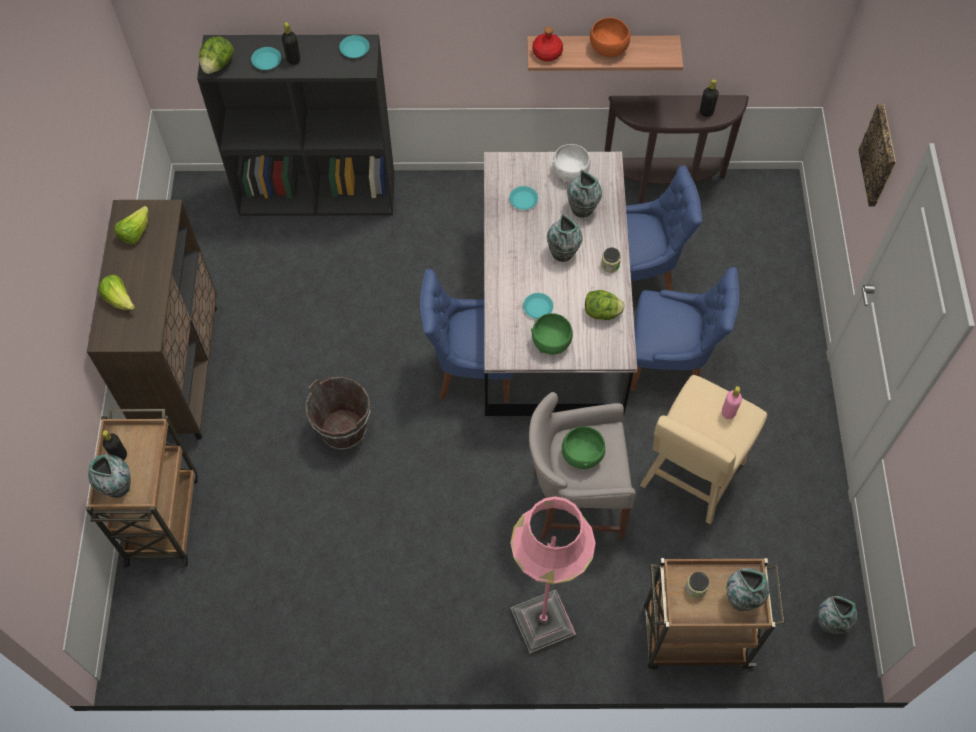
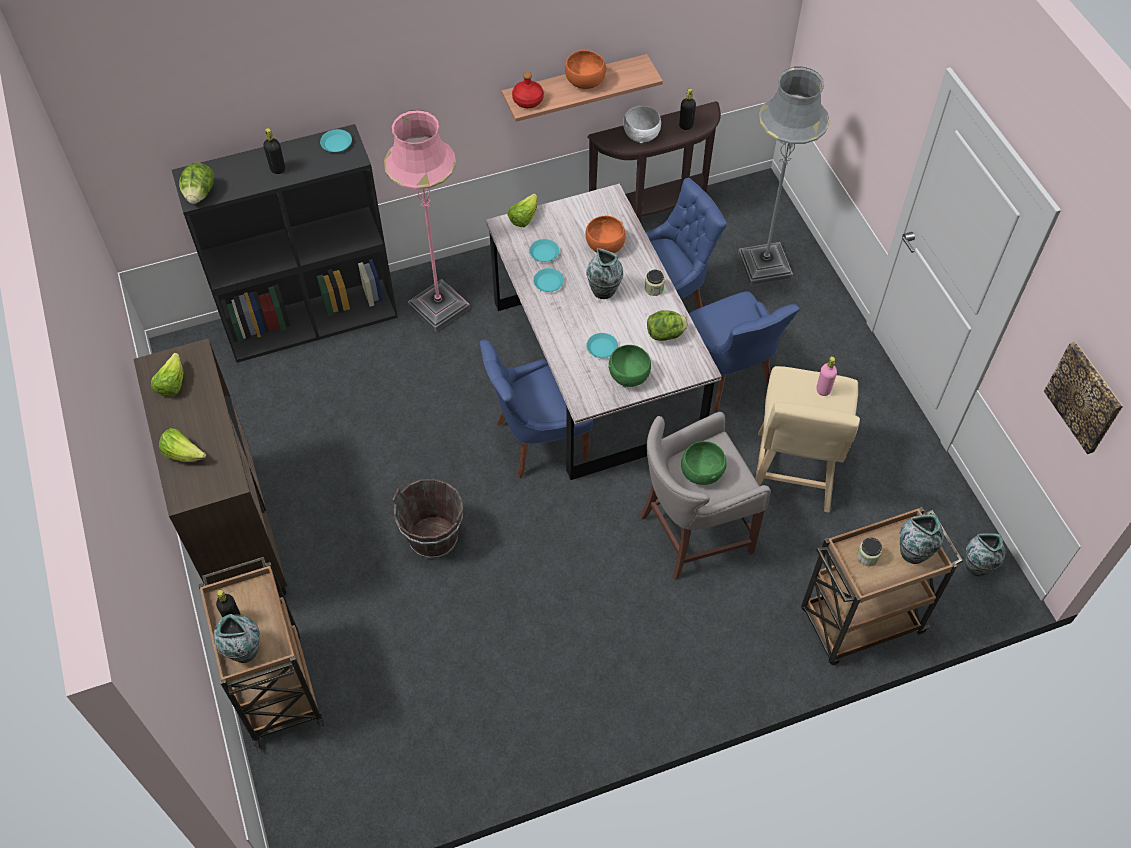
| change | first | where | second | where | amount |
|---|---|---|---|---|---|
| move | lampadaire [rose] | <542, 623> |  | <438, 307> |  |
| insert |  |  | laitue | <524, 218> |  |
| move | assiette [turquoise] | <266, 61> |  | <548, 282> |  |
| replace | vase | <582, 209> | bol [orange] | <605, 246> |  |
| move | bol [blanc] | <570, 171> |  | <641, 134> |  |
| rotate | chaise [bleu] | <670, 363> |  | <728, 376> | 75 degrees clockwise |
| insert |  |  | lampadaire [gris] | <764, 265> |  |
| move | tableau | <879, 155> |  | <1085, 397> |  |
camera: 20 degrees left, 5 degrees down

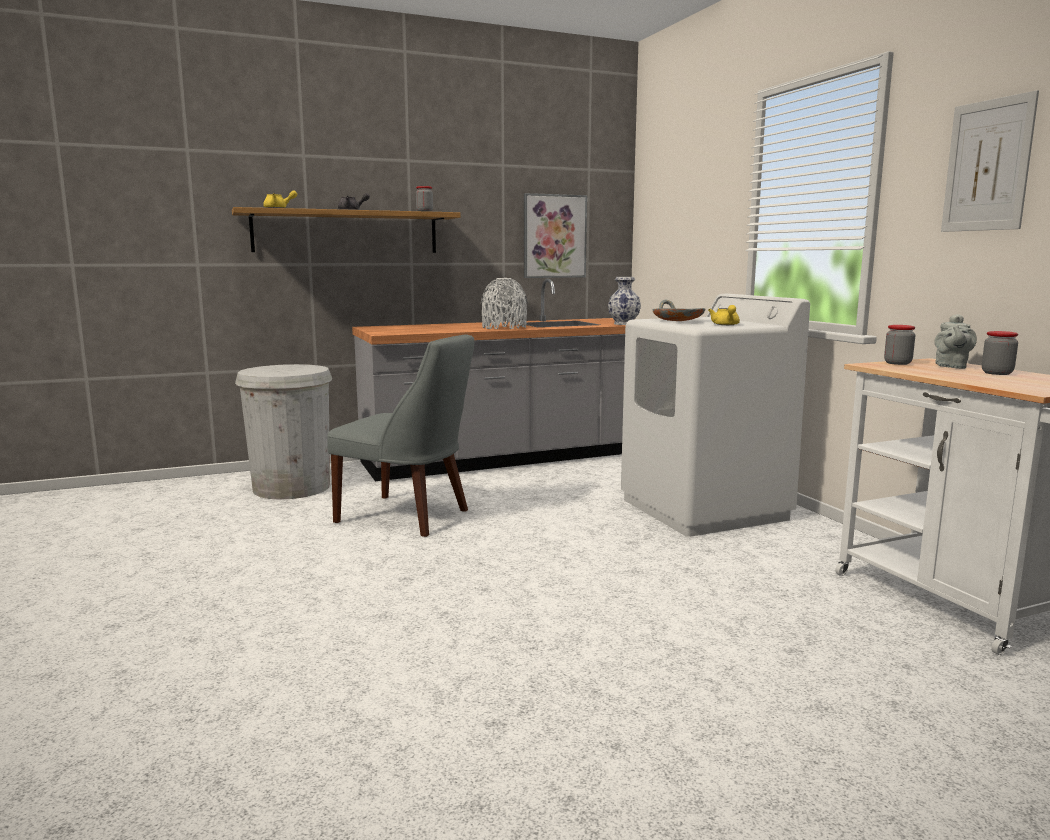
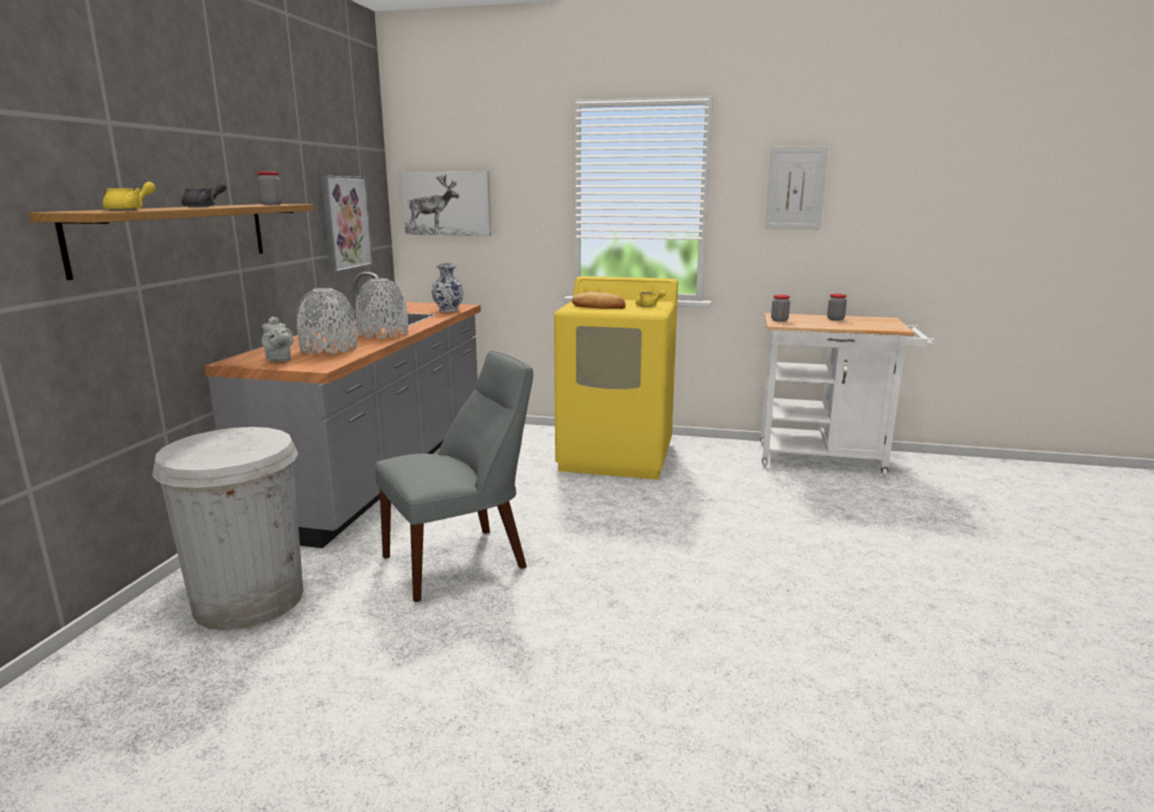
| change | first | where | second | where | amount |
|---|---|---|---|---|---|
| move | théière [gris] | <951, 366> |  | <279, 360> |  |
| insert |  |  | vase [gris] | <329, 349> |  |
| insert |  |  | tableau | <447, 203> |  |
| recolor | lave-linge [blanc] | <704, 509> | lave-linge [jaune] | <616, 456> |  |
| replace | bol [gris] | <677, 321> | pain | <598, 306> |  |
camera: 55 degrees left, 5 degrees up

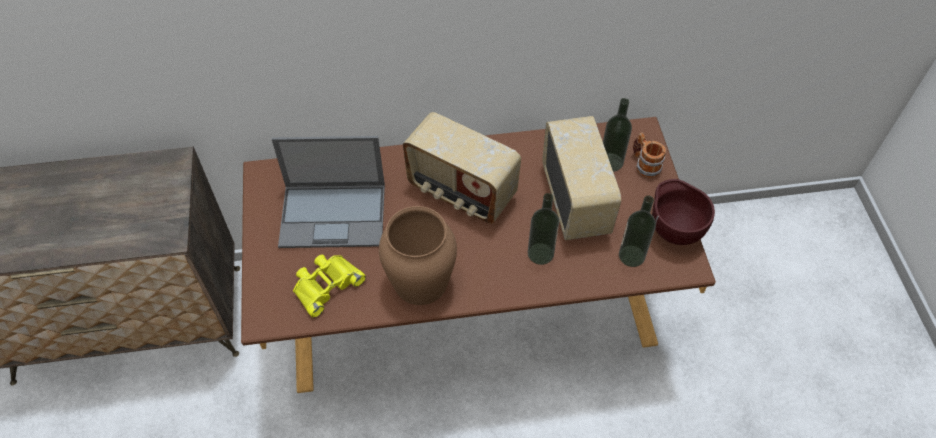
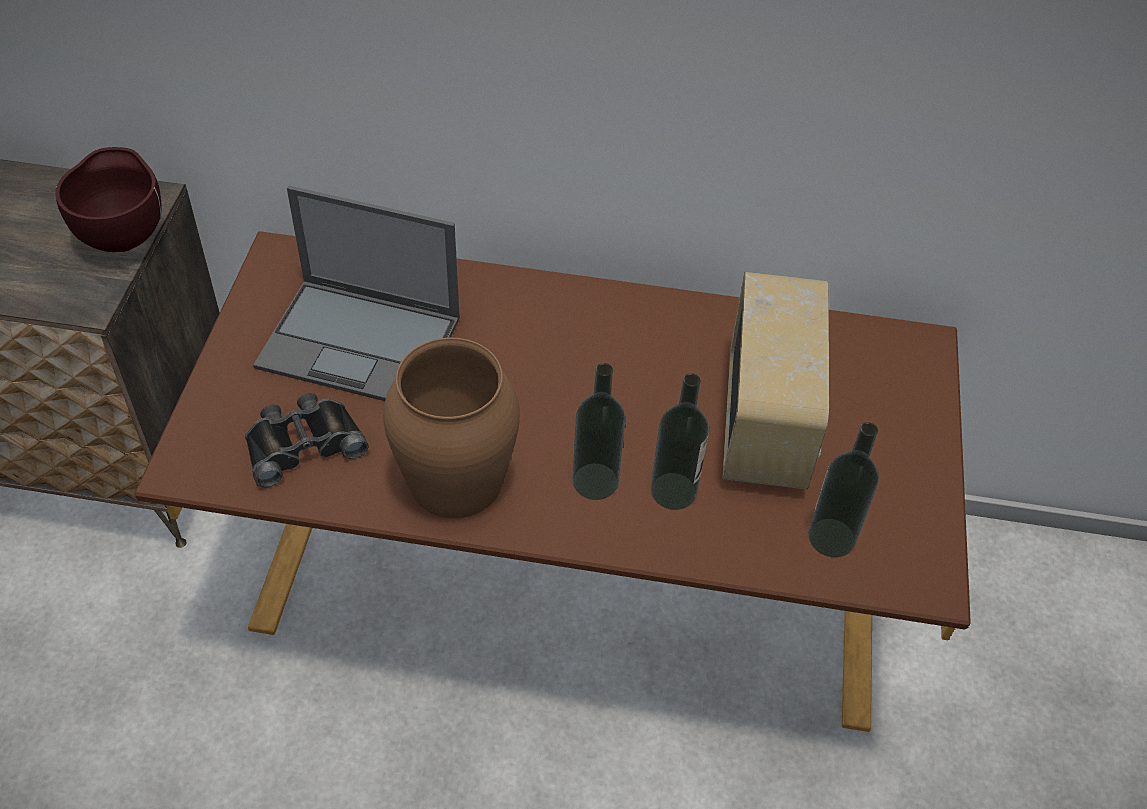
| change | first | where | second | where | amount |
|---|---|---|---|---|---|
| move | bol [marron] | <673, 230> |  | <124, 237> |  |
| recolor | jumelles [jaune] | <326, 285> | jumelles [noir] | <302, 443> |  |
| move | bouteille | <611, 162> |  | <595, 481> |  |
| delete | radio | <461, 192> |  |  |  |
| delete | mug | <644, 164> |  |  |  |
camera: 15 degrees right, 5 degrees down

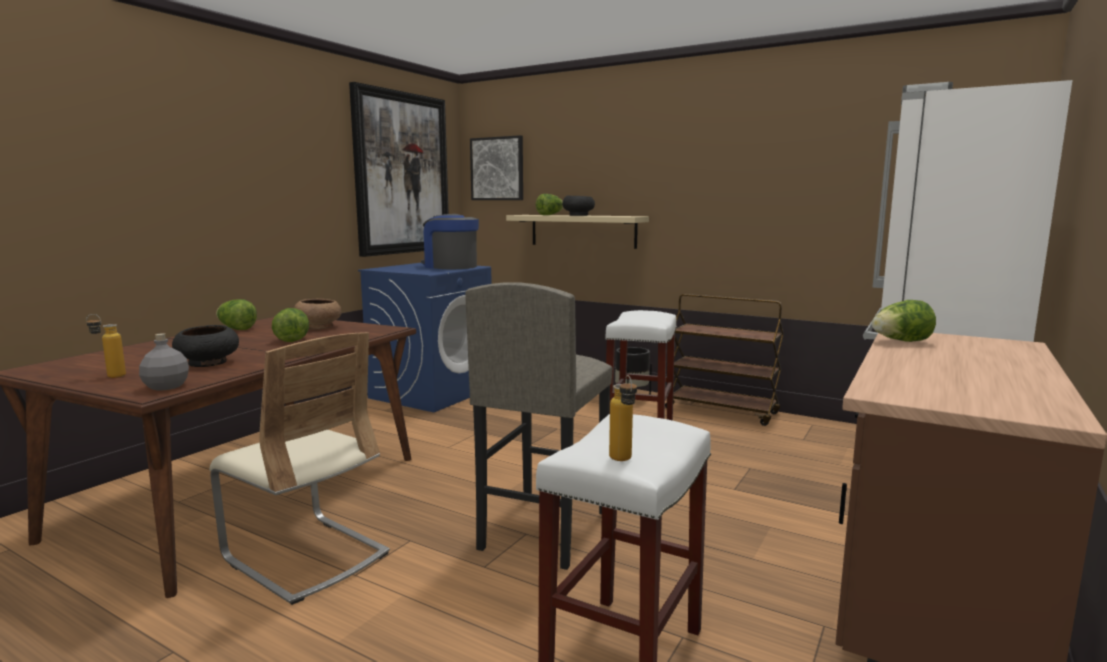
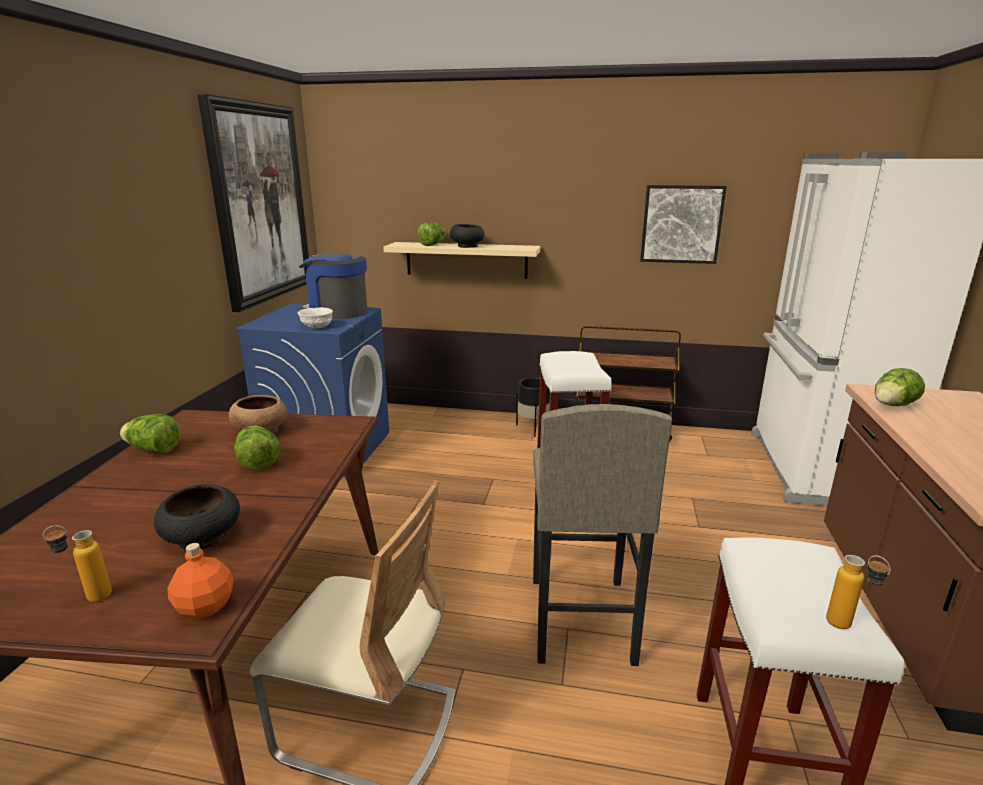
| change | first | where | second | where | amount |
|---|---|---|---|---|---|
| recolor | bouteille [gris] | <167, 387> | bouteille [orange] | <205, 606> |  |
| insert |  |  | bol [blanc] | <316, 327> |  |
| move | tableau | <497, 169> |  | <681, 224> |  |
camera: 20 degrees left, 10 degrees up

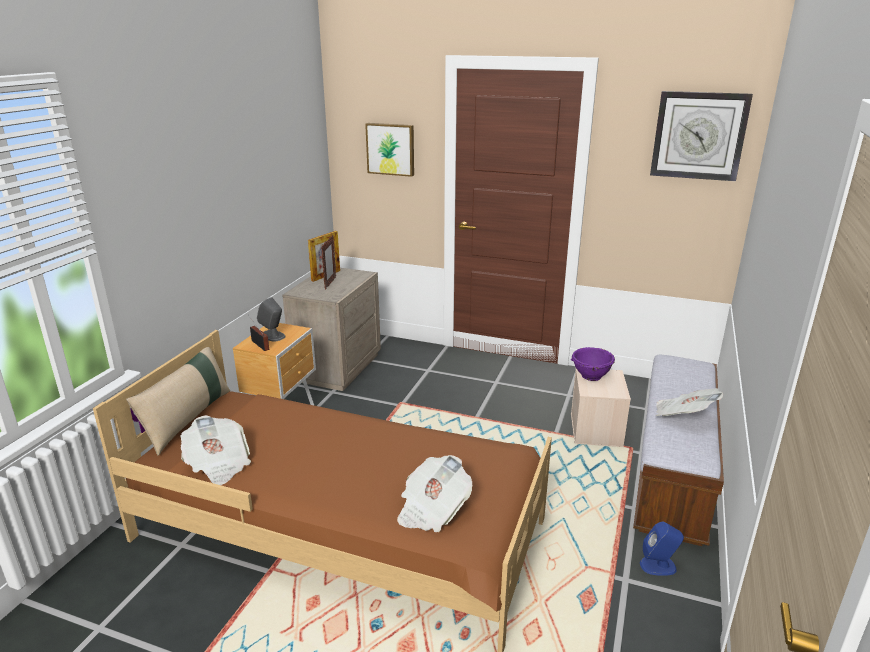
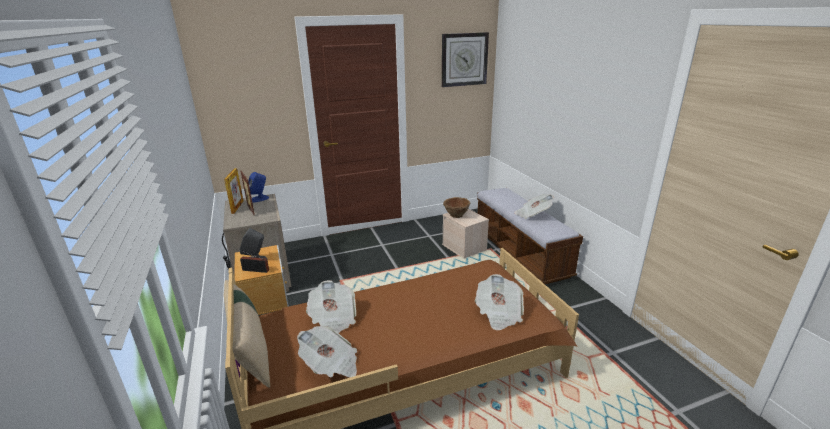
| change | first | where | second | where | amount |
|---|---|---|---|---|---|
| move | enceinte [bleu] | <658, 566> |  | <259, 199> |  |
| insert |  |  | journal | <333, 319> |  |
| recolor | bol [violet] | <590, 376> | bol [marron] | <456, 215> |  |
| delete | tableau | <391, 149> |  |  |  |
camera: 40 degrees left, 0 degrees up

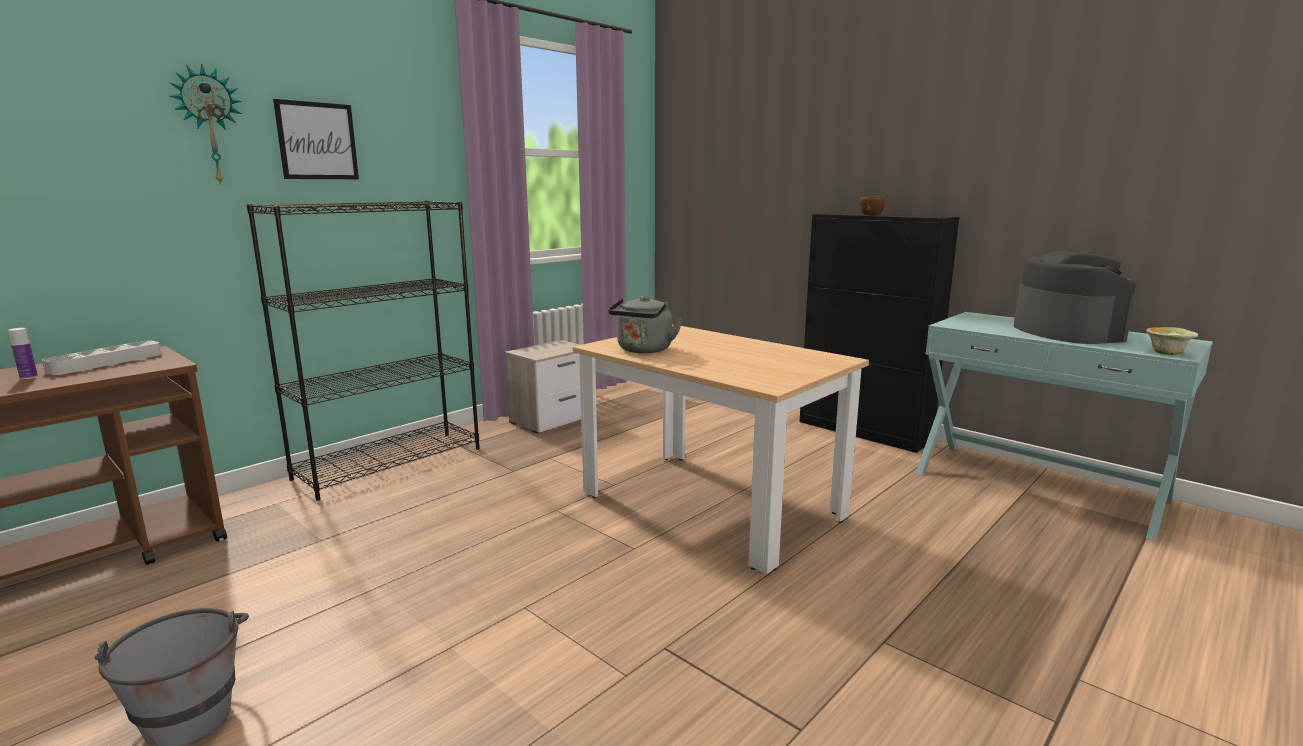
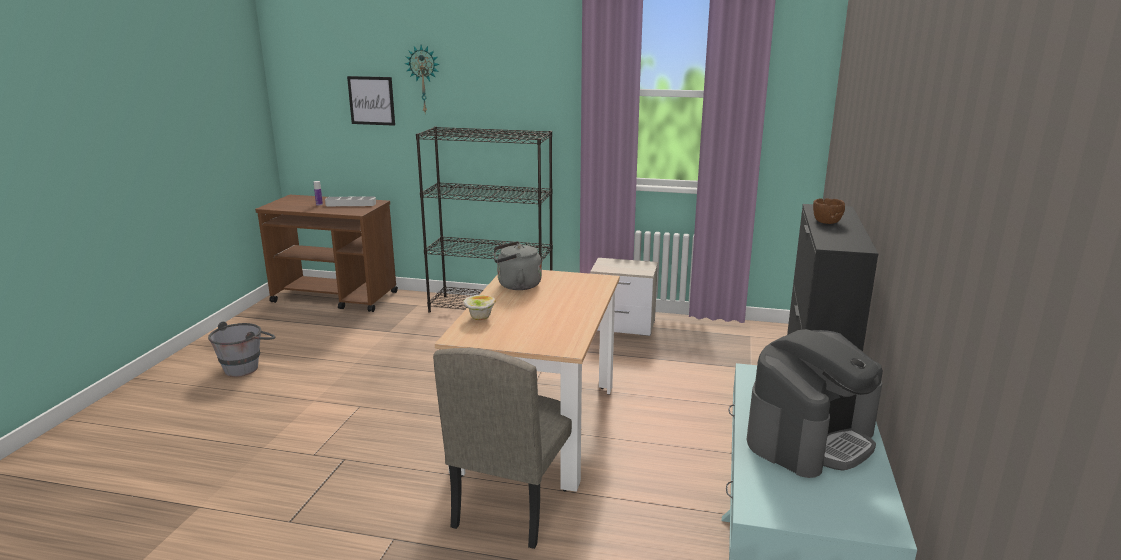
| change | first | where | second | where | amount |
|---|---|---|---|---|---|
| move | tableau | <317, 141> |  | <371, 100> |  |
| insert |  |  | chaise [beige] | <513, 503> |  |
| move | bol | <1167, 353> |  | <479, 318> |  |
camera: 60 degrees right, 5 degrees up

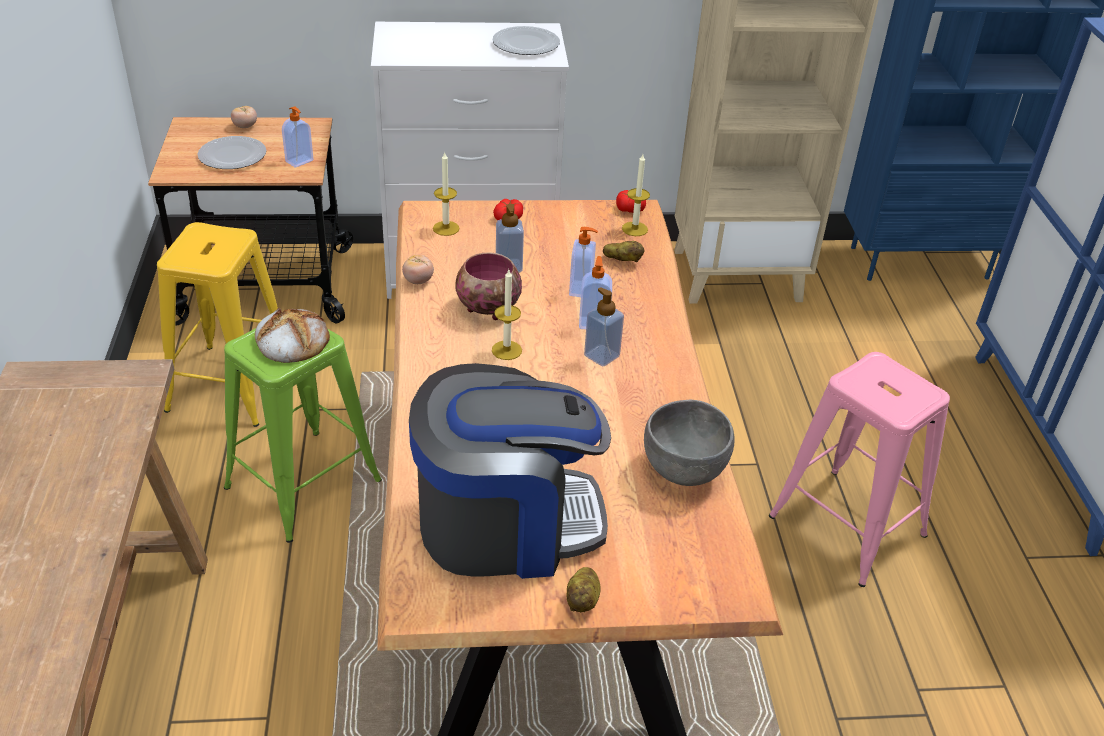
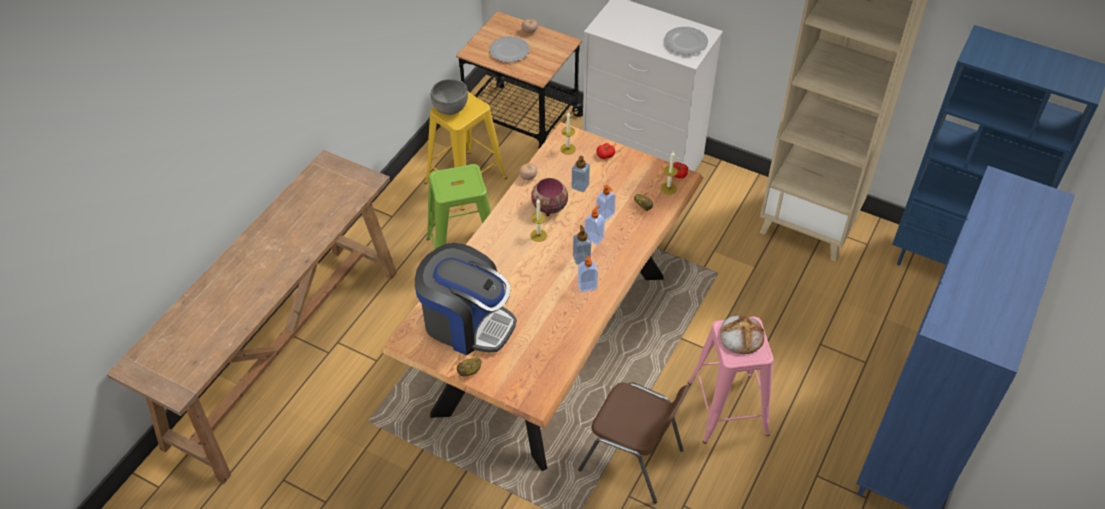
| change | first | where | second | where | amount |
|---|---|---|---|---|---|
| move | bol [gris] | <683, 470> |  | <450, 109> |  |
| move | distributeur de savon | <300, 161> |  | <587, 287> |  |
| insert |  |  | chaise [marron] | <632, 460> |  |
| move | pain | <291, 340> |  | <741, 336> |  |
camera: 35 degrees right, 10 degrees up

